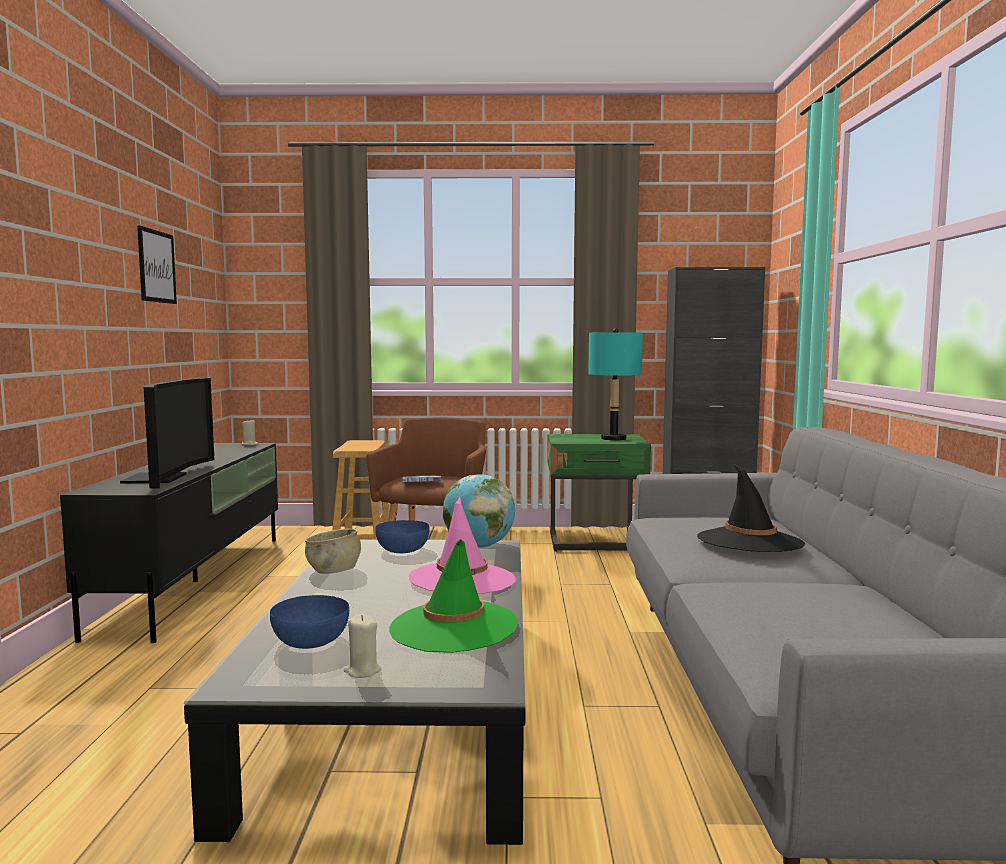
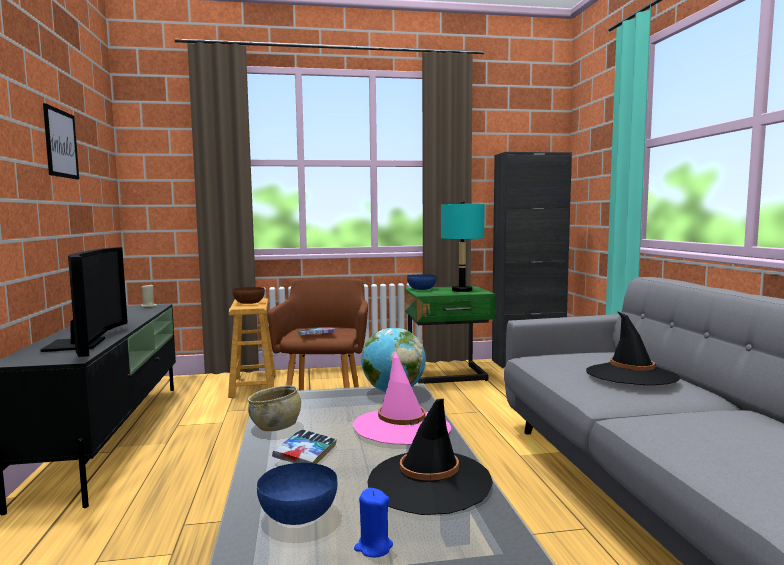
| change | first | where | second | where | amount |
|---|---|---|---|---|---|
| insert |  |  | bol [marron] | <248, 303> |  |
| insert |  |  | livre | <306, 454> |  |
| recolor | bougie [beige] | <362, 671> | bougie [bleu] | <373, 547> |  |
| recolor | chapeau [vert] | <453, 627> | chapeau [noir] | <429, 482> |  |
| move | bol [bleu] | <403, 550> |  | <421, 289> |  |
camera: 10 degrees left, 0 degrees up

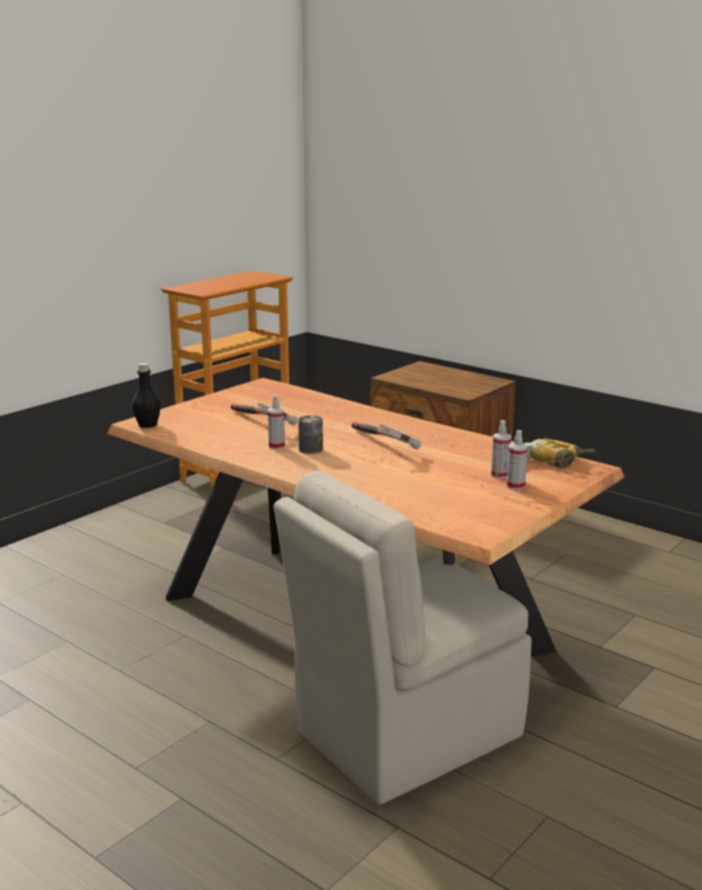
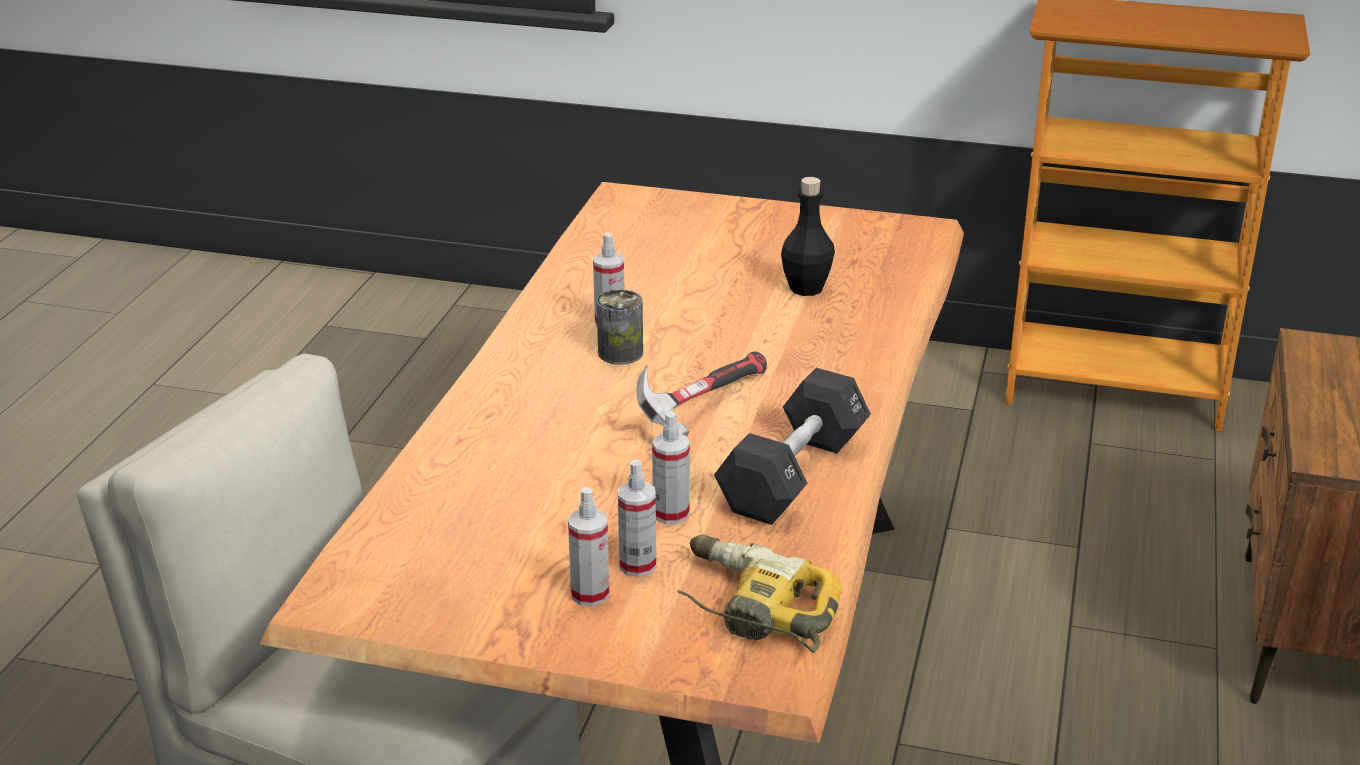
| change | first | where | second | where | amount |
|---|---|---|---|---|---|
| insert |  |  | vaporisateur | <671, 514> |  |
| insert |  |  | haltère [noir] | <793, 474> |  |
| move | bouteille [noir] | <147, 424> |  | <806, 288> |  |
| delete | marteau | <260, 423> |  |  |  |
camera: 65 degrees right, 10 degrees up

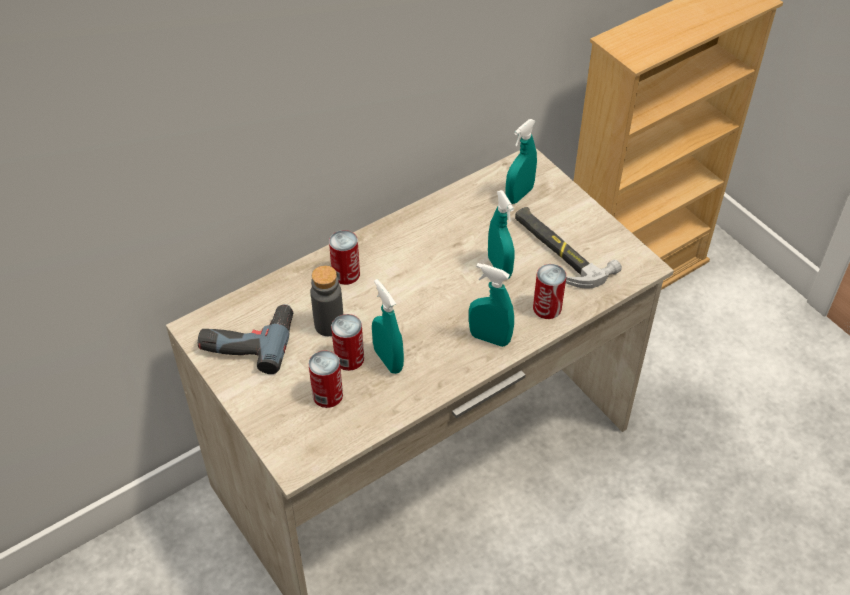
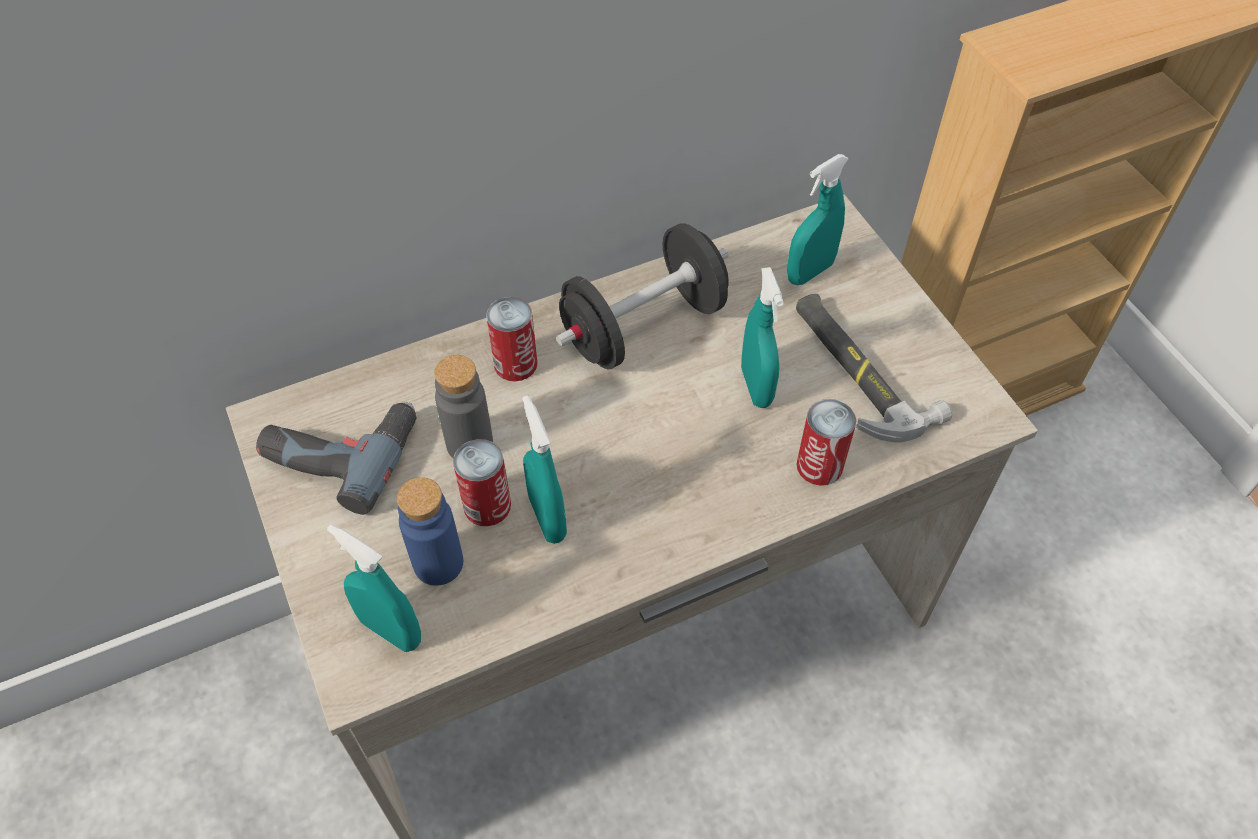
| change | first | where | second | where | amount |
|---|---|---|---|---|---|
| move | vaporisateur [turquoise] | <489, 338> |  | <391, 631> |  |
| replace | boîte métallique | <327, 395> | bouteille [bleu] | <438, 563> |  |
| insert |  |  | haltère [noir] | <644, 326> |  |
camera: 10 degrees right, 5 degrees up

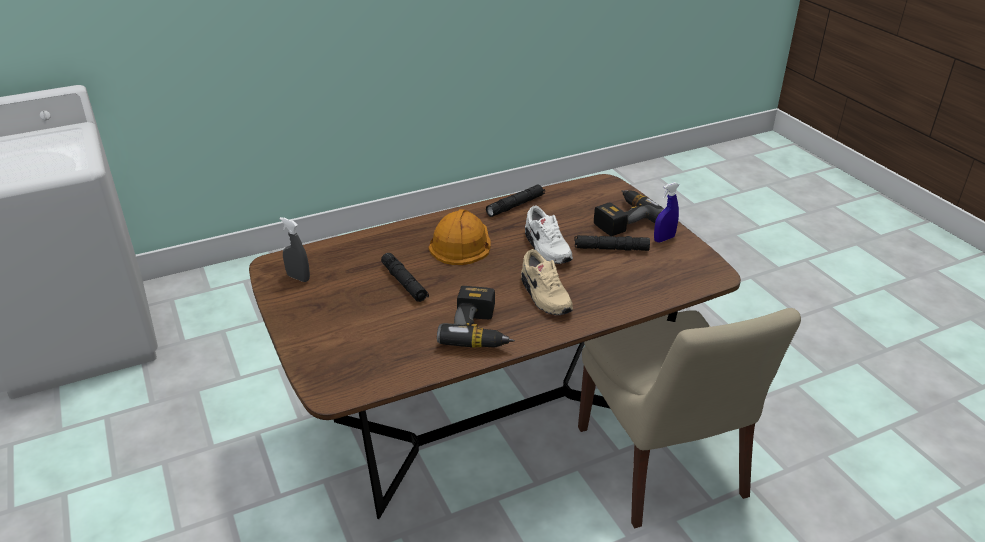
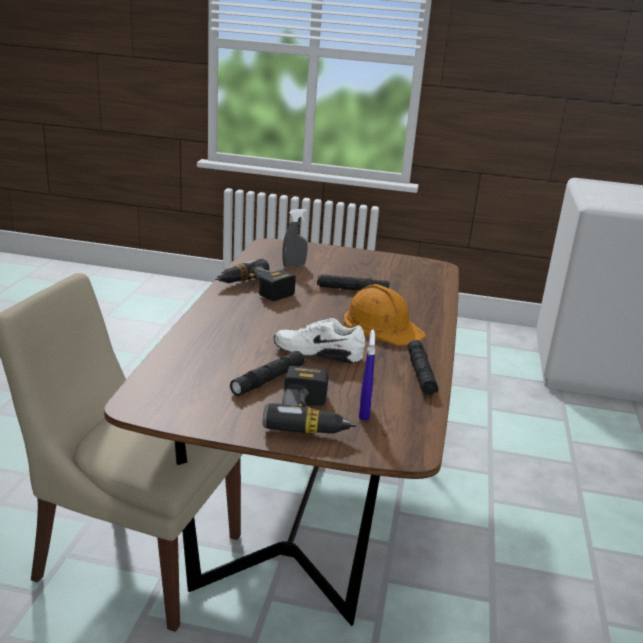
| change | first | where | second | where | amount |
|---|---|---|---|---|---|
| move | vaporisateur [gris] | <298, 278> |  | <294, 266> |  |
| move | vaporisateur [bleu] | <664, 239> |  | <364, 413> |  |
| delete | chaussure [beige] | <544, 296> |  |  |  |
camera: 125 degrees right, 10 degrees down

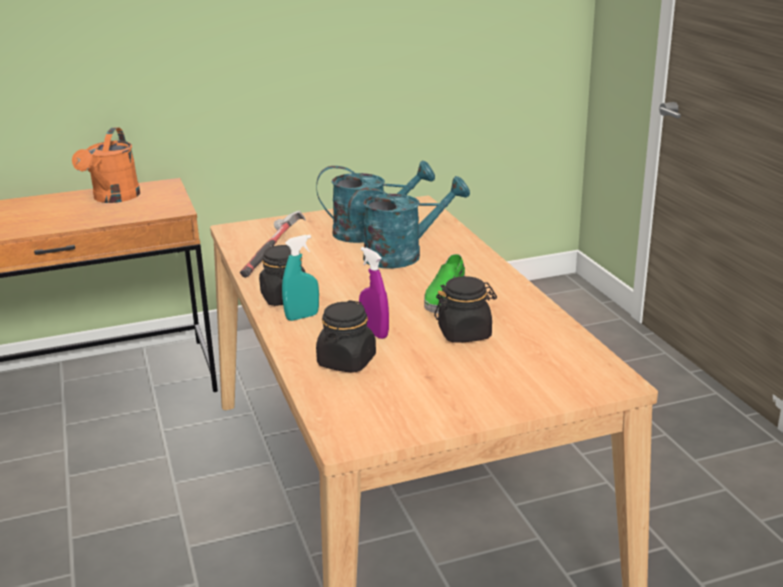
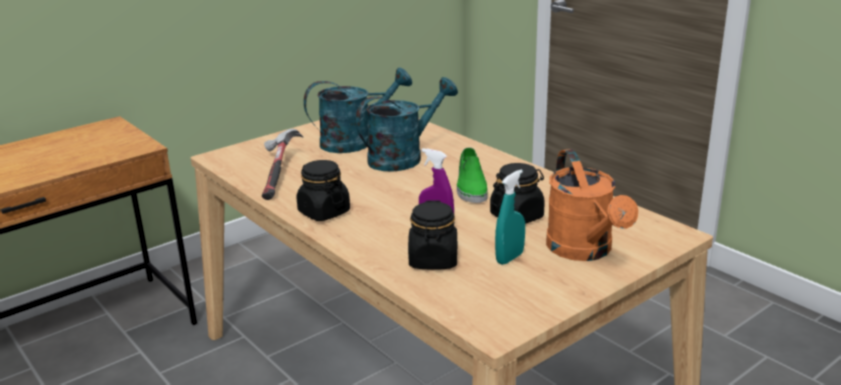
| change | first | where | second | where | amount |
|---|---|---|---|---|---|
| move | vaporisateur [turquoise] | <302, 317> |  | <509, 258> |  |
| move | arrosoir [orange] | <113, 198> |  | <584, 251> |  |
camera: 20 degrees left, 0 degrees up

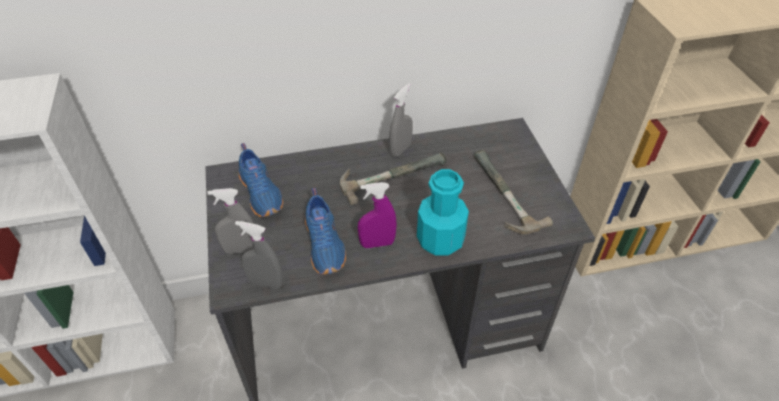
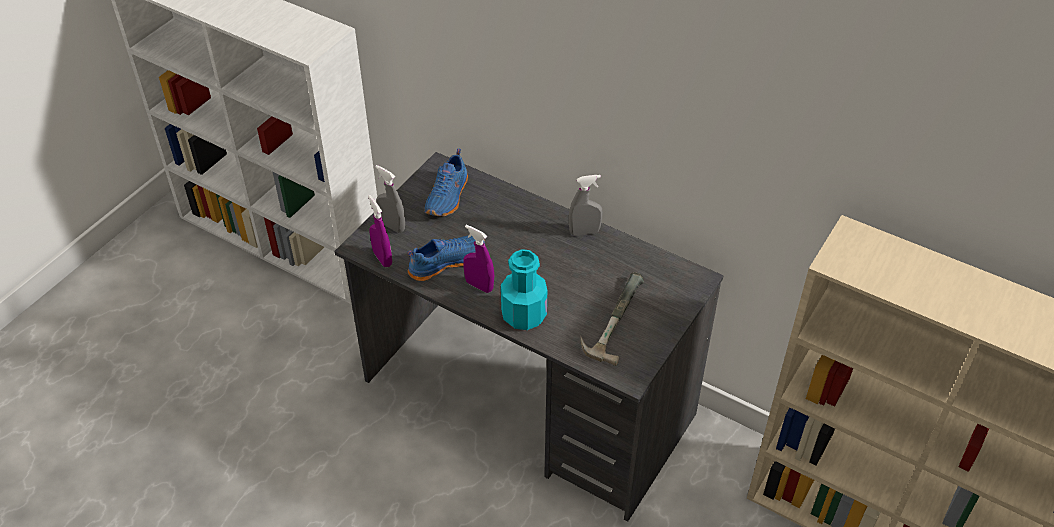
| change | first | where | second | where | amount |
|---|---|---|---|---|---|
| recolor | vaporisateur [gris] | <266, 283> | vaporisateur [violet] | <382, 258> |  |
| rotate | chaussure [bleu] | <325, 244> |  | <446, 261> | 150 degrees counterclockwise |
| delete | marteau | <390, 173> |  |  |  |
camera: 45 degrees right, 0 degrees up

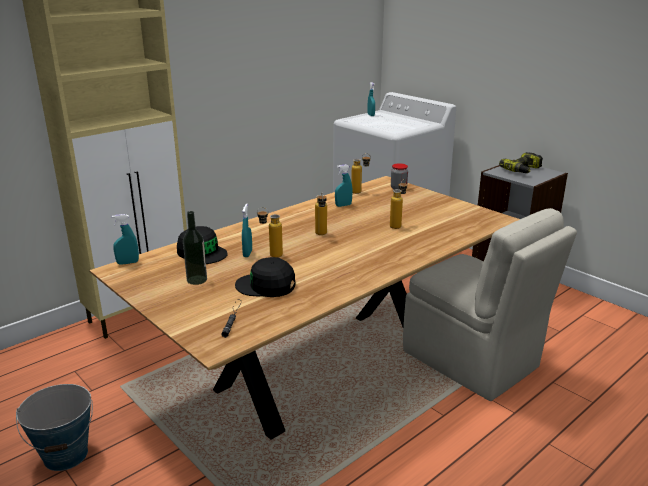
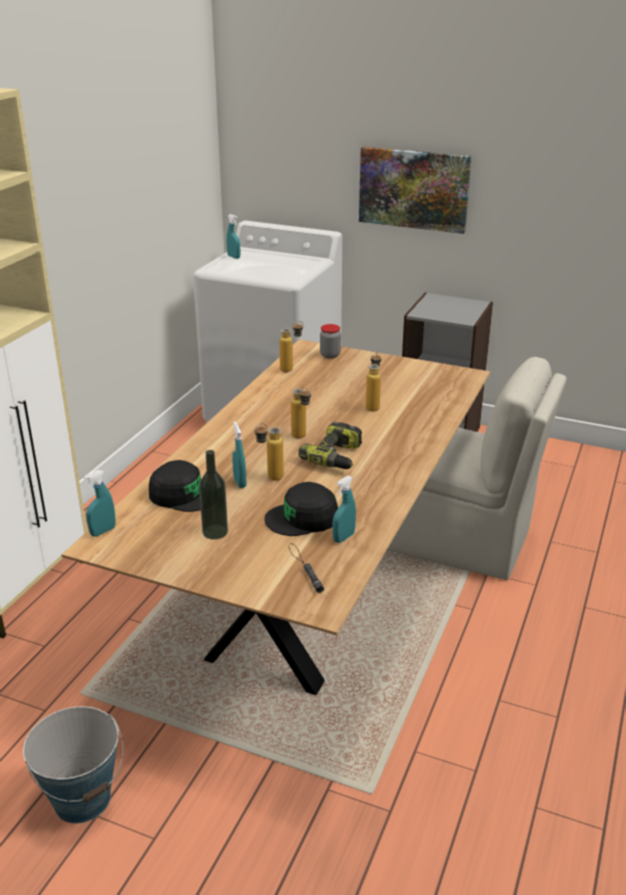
| change | first | where | second | where | amount |
|---|---|---|---|---|---|
| move | perceuse | <523, 170> |  | <337, 457> |  |
| move | vaporisateur [turquoise] | <343, 205> |  | <343, 537> |  |
| insert |  |  | tableau | <414, 189> |  |
camera: 25 degrees left, 5 degrees up

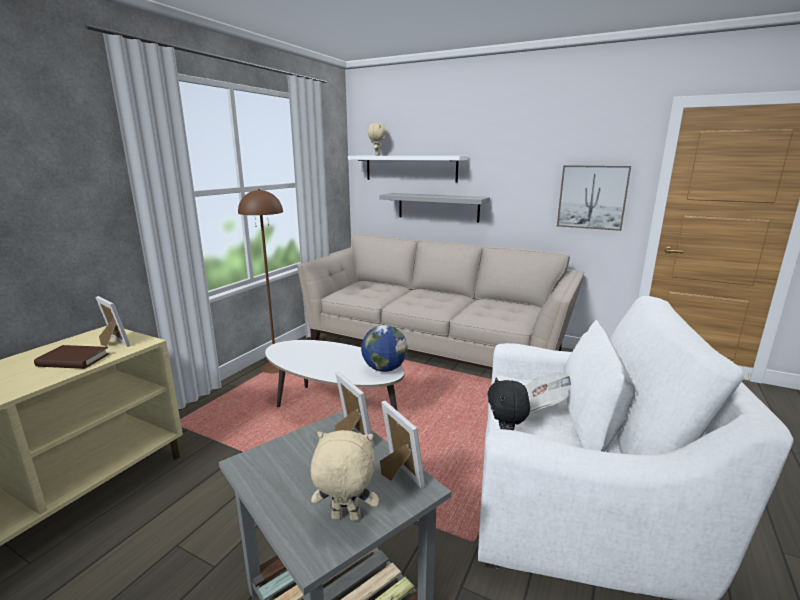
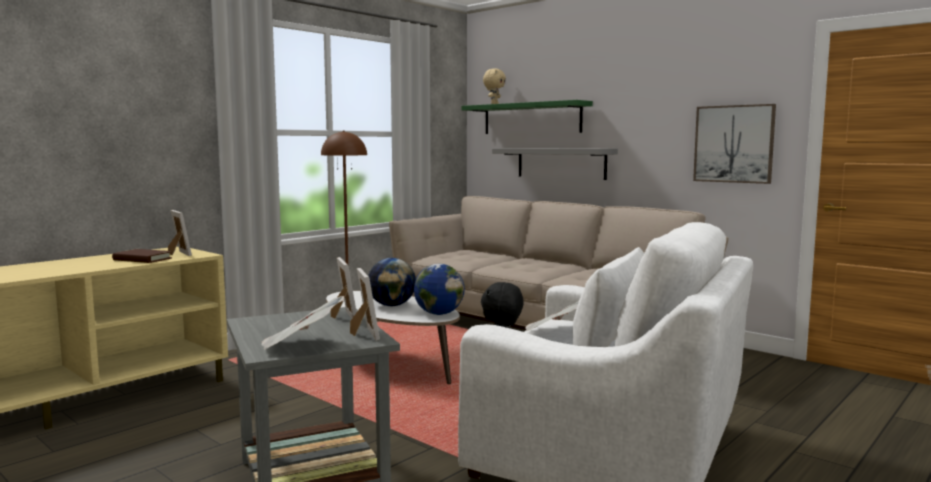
| change | first | where | second | where | amount |
|---|---|---|---|---|---|
| replace | peluche [beige] | <345, 518> | journal | <301, 345> |  |
| insert |  |  | globe | <392, 305> |  |
| recolor | étagère [blanc] | <410, 168> | étagère [vert] | <531, 118> |  |
camera: 15 degrees right, 10 degrees down

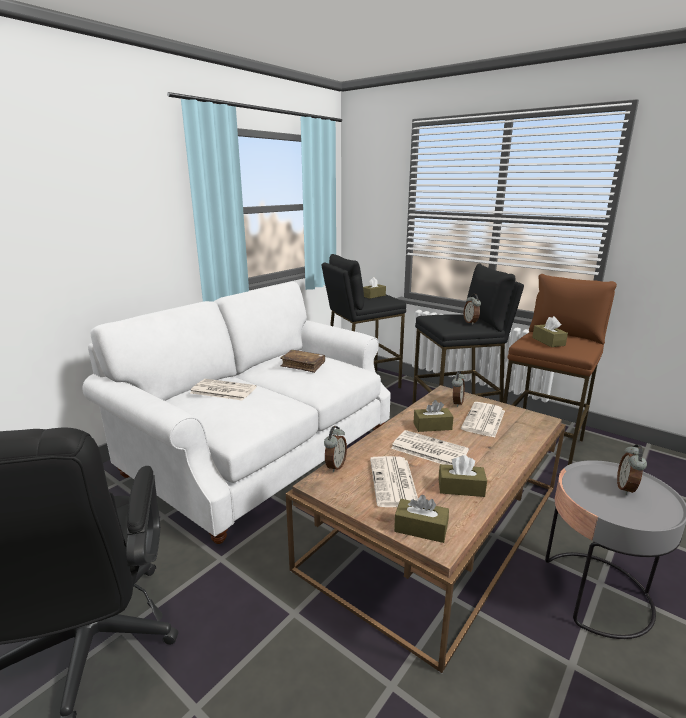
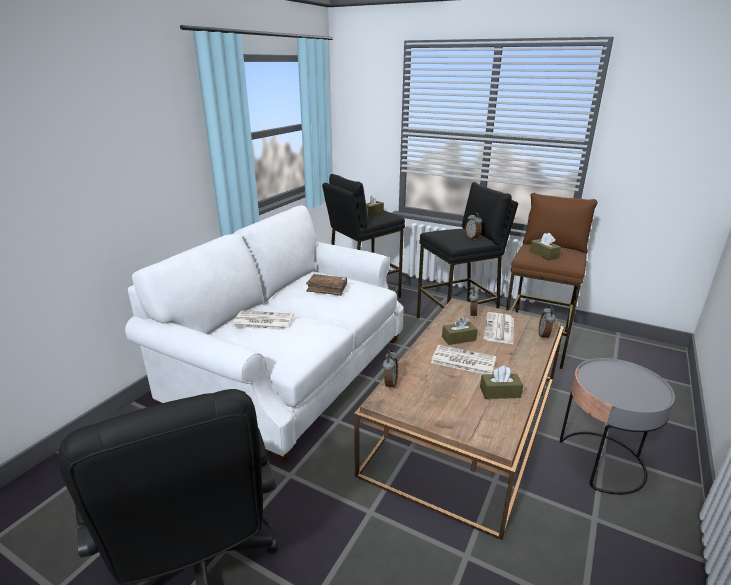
| change | first | where | second | where | amount |
|---|---|---|---|---|---|
| move | réveil | <626, 488> |  | <544, 336> |  |
| delete | journal | <394, 482> |  |  |  |
| delete | boîte à mouchoirs [marron] | <420, 528> |  |  |  |
camera: 10 degrees left, 5 degrees up

